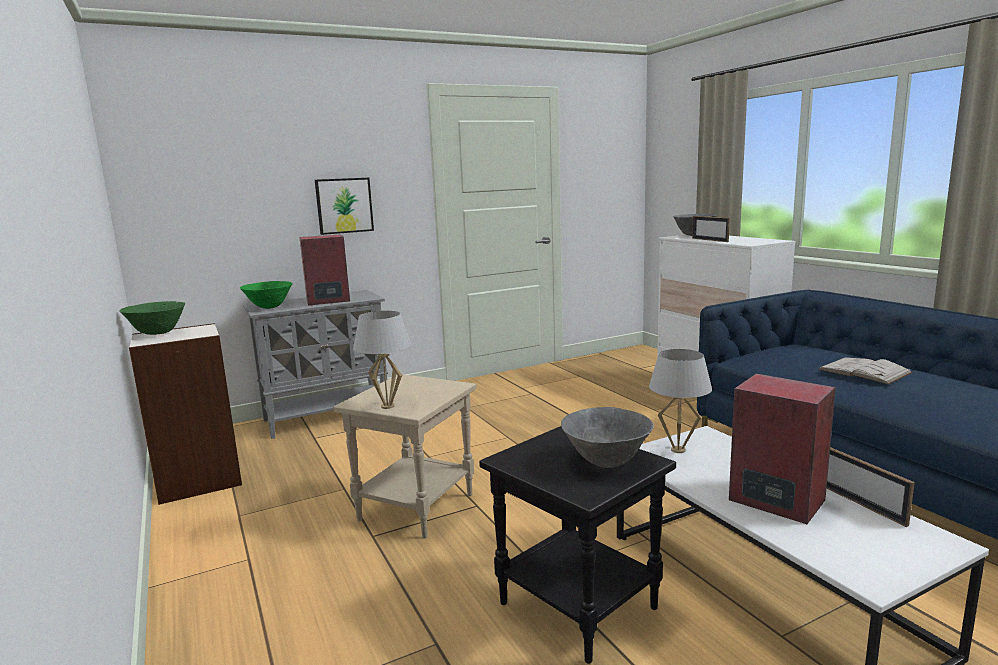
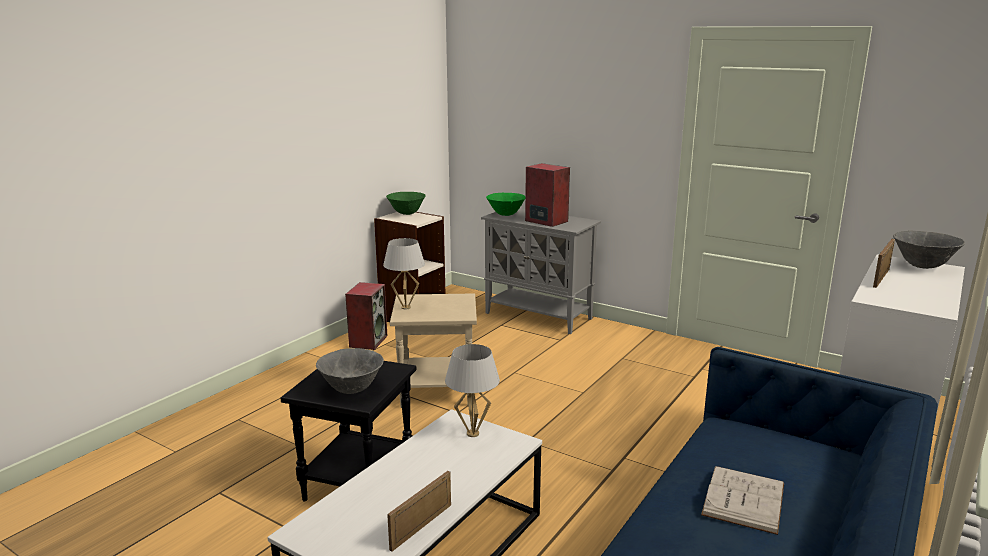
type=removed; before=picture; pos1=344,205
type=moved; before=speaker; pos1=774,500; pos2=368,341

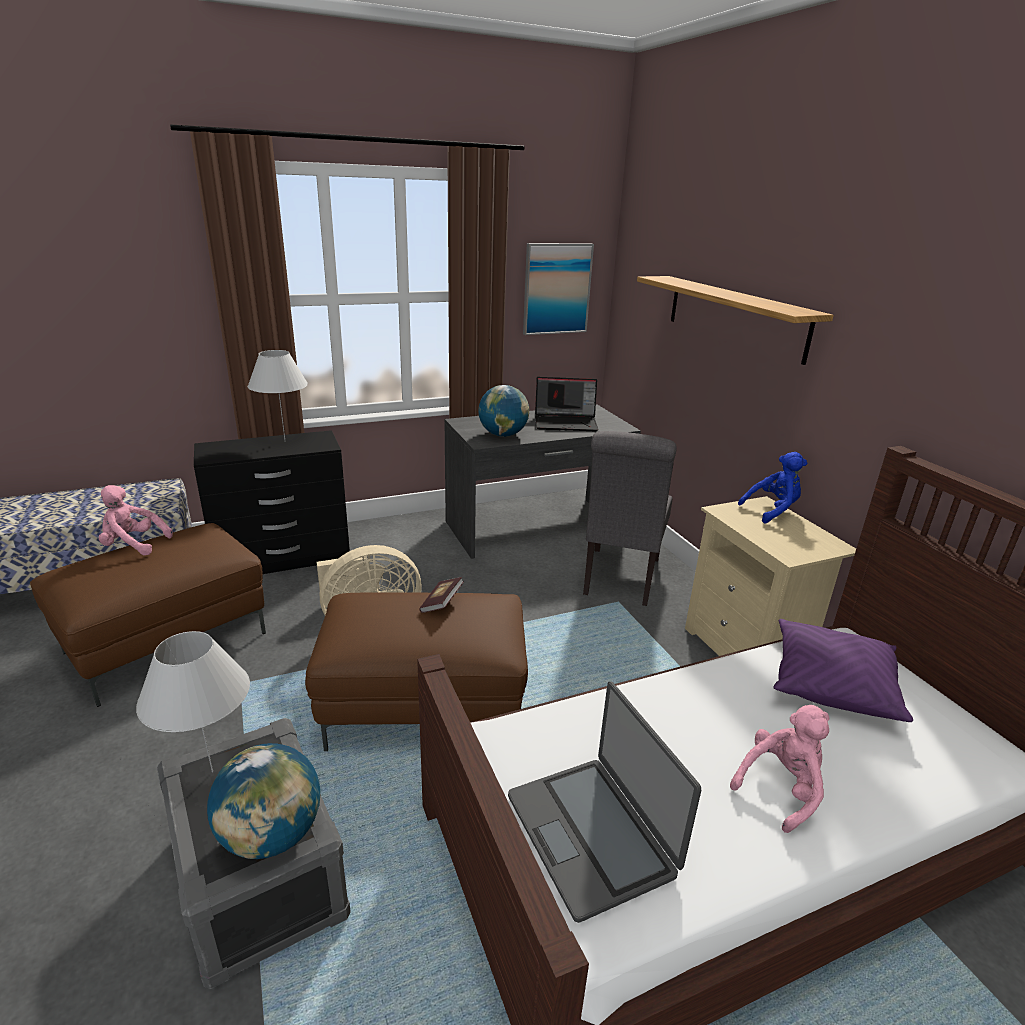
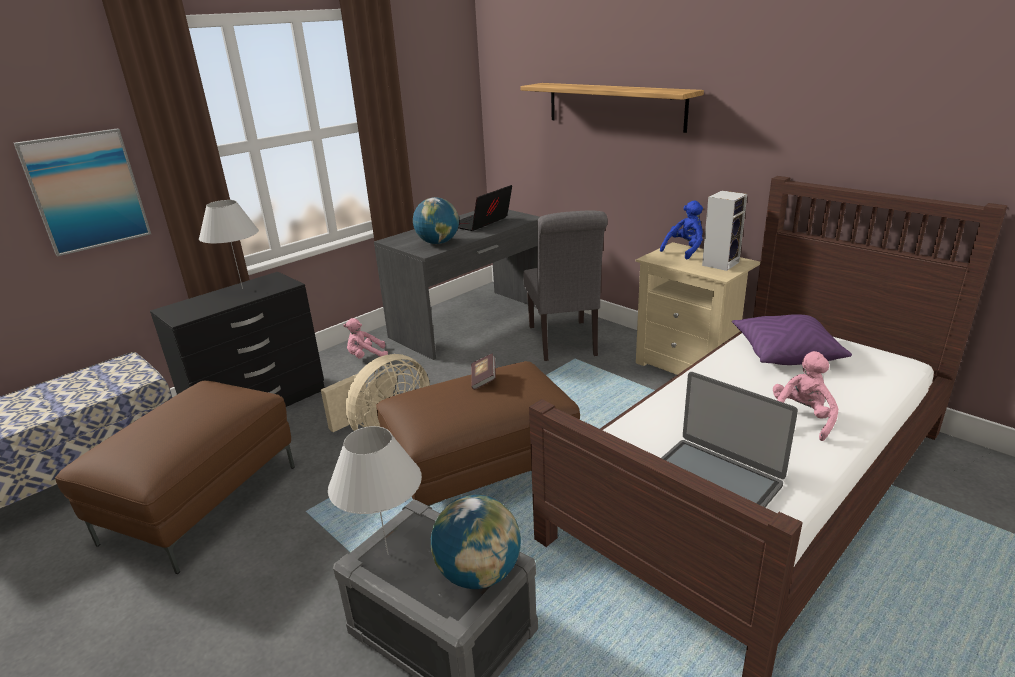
type=moved; before=plush toy in pink; pos1=133,545; pos2=366,357
type=moved; before=picture; pos1=556,289; pos2=86,191
type=turned; before=laptop; pos1=566,422; pos2=480,223; turn=150
type=added; after=speaker; pos2=720,263

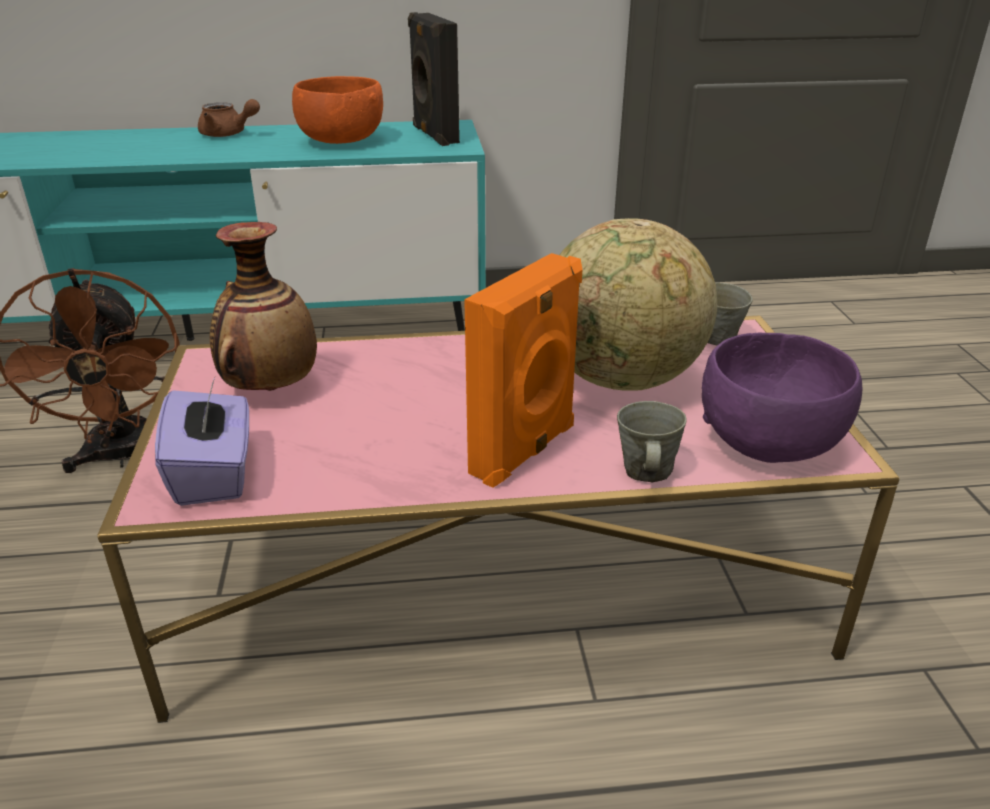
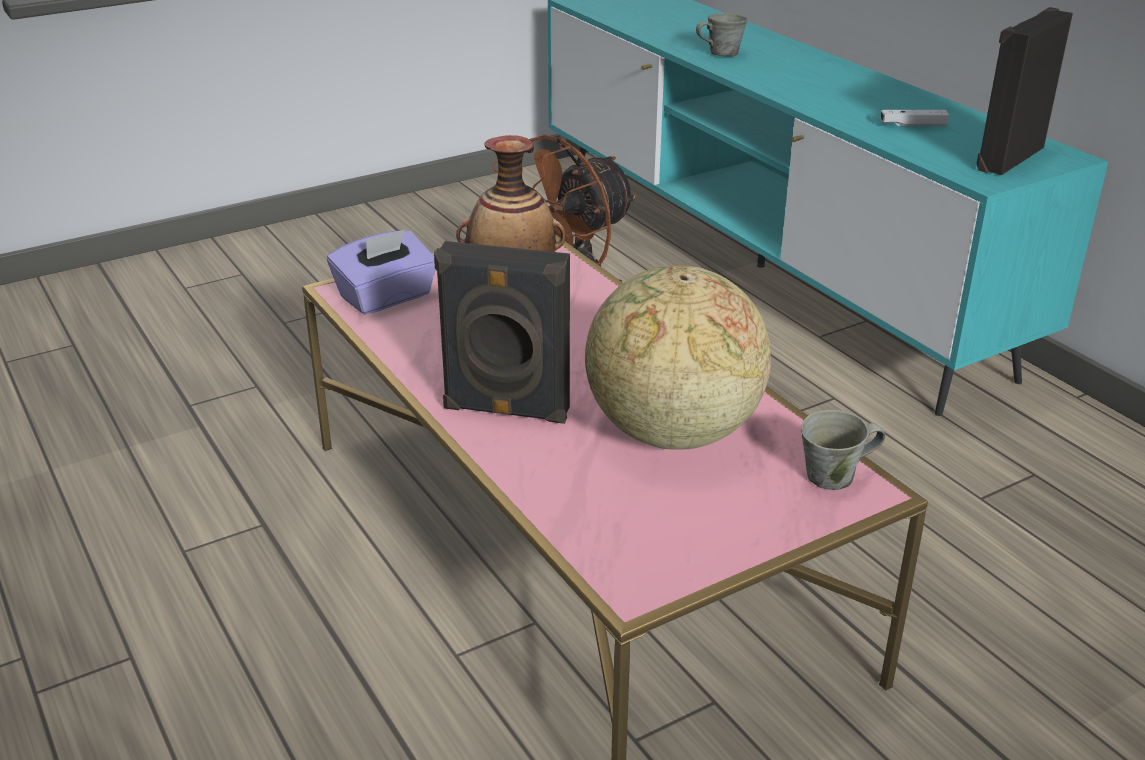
type=removed; before=teapot in brown; pos1=228,134
type=replaced; before=bowl in orange; after=game controller in white; pos1=340,141; pos2=913,125
type=recoloured; before=speaker in orange; after=speaker in black; pos1=525,451; pos2=506,410
type=moved; before=mug in grey; pos1=646,472; pos2=721,53
type=removed; before=bowl in purple; pos1=771,441

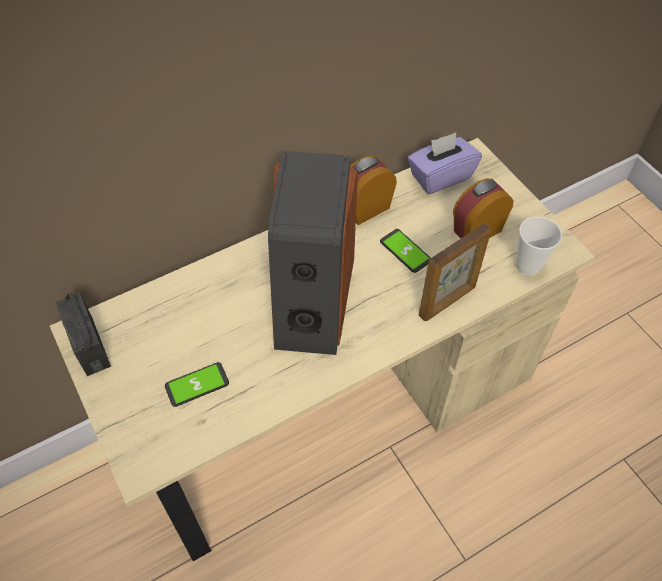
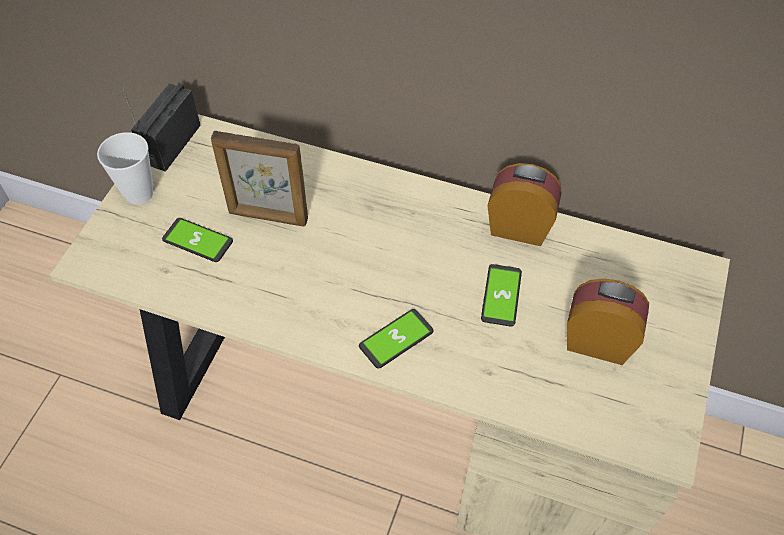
type=removed; before=speaker; pos1=312,300
type=removed; before=tissue box in purple; pos1=440,176
type=moved; before=picture frame; pos1=448,301; pos2=268,217
type=moved; before=cup; pos1=528,266; pos2=139,193
type=added; after=phone; pos2=396,339

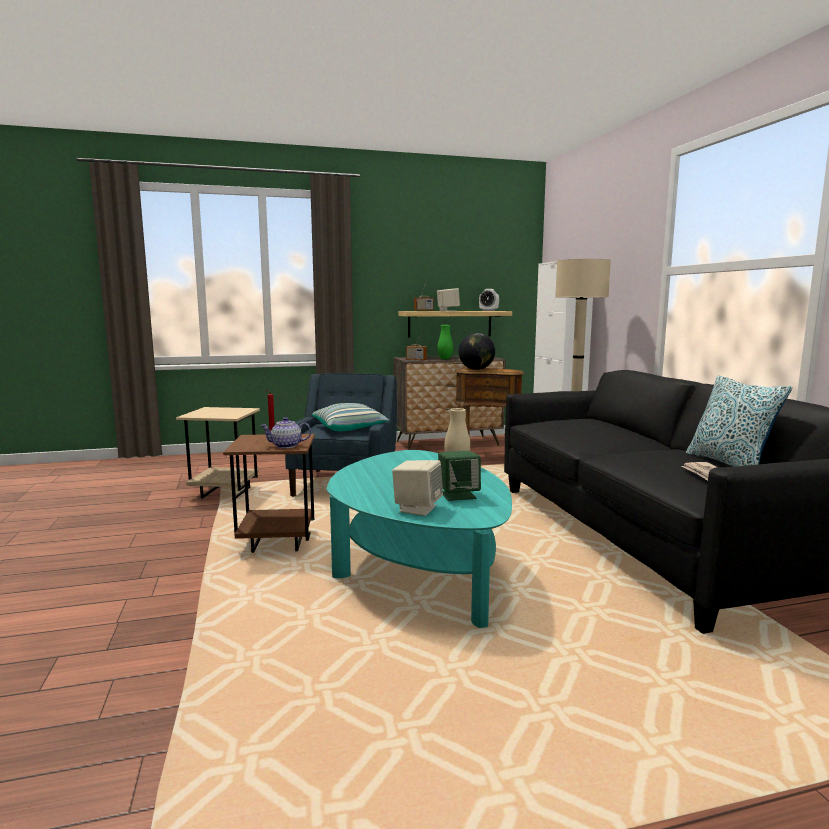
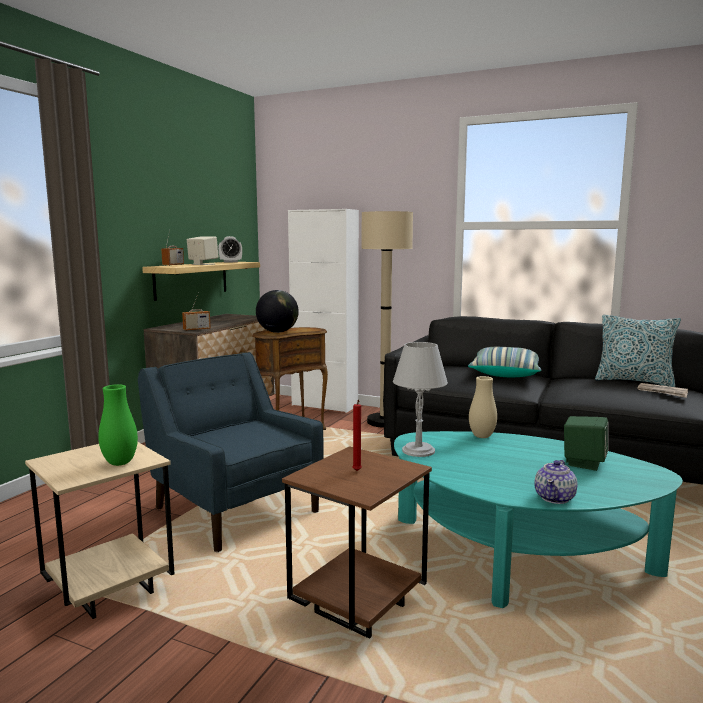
type=moved; before=teapot; pos1=287,446; pos2=555,498
type=moved; before=pillow; pos1=350,428; pos2=505,373
type=removed; before=speaker in beige; pos1=417,508
type=moved; before=vase in green; pos1=445,359; pos2=120,463
type=added; after=table lamp in grey; pos2=418,451

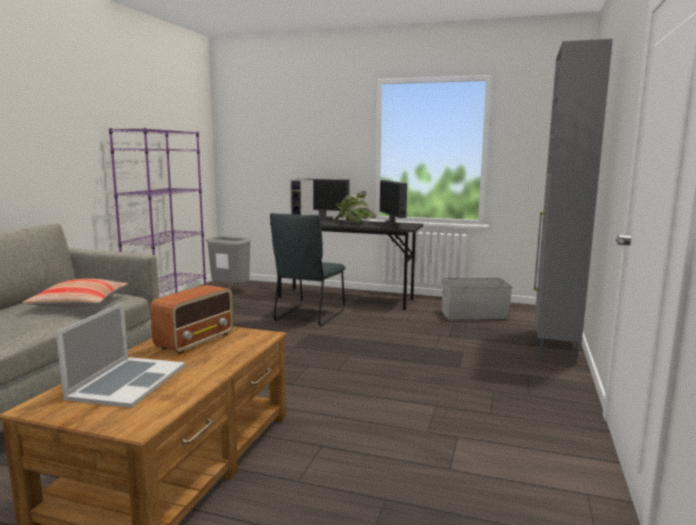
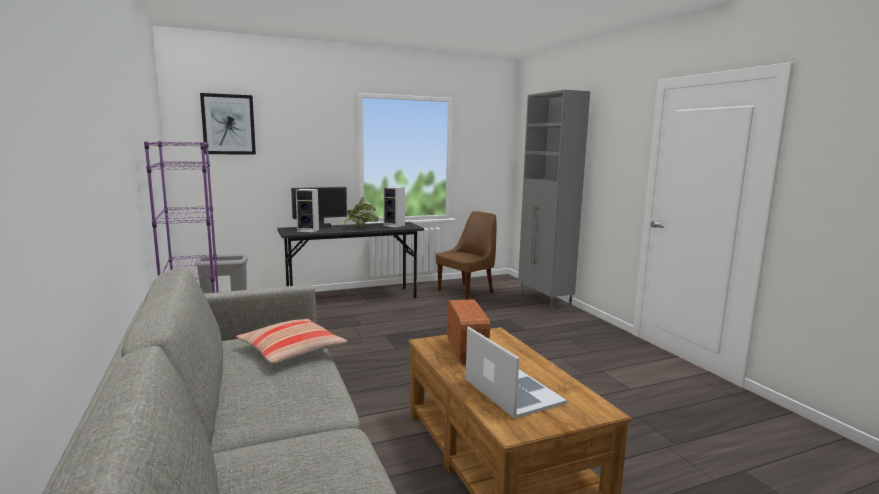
type=removed; before=chair in grey; pos1=308,316
type=replaced; before=monitor; after=speaker; pos1=392,225; pos2=395,226
type=replaced; before=storage box in grey; after=chair in brown; pos1=474,315; pos2=467,291
type=added; after=picture; pos2=228,124

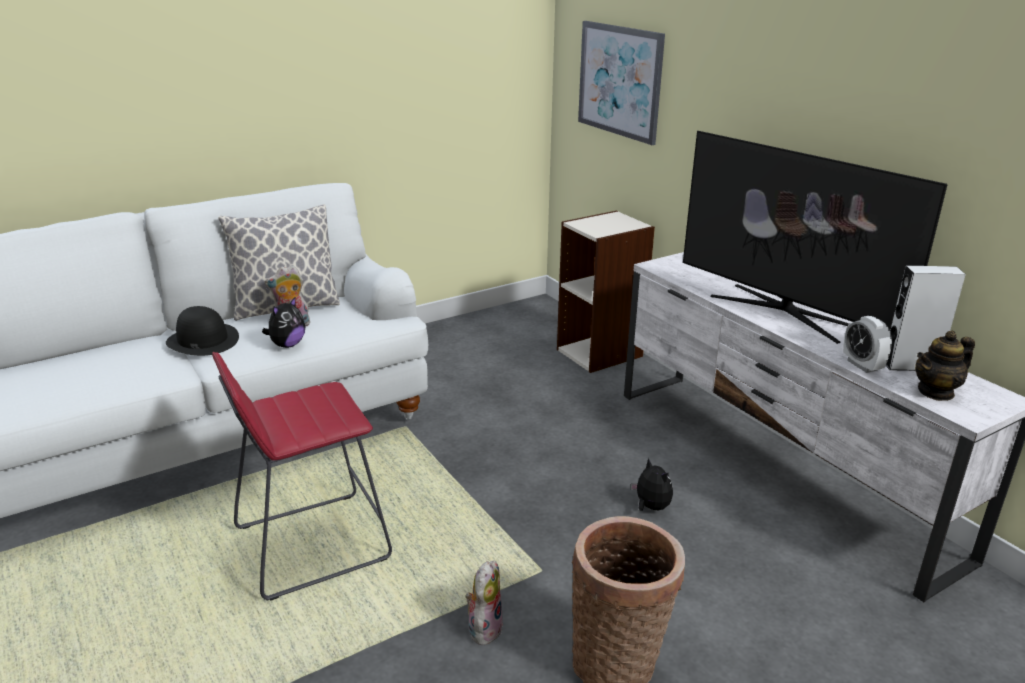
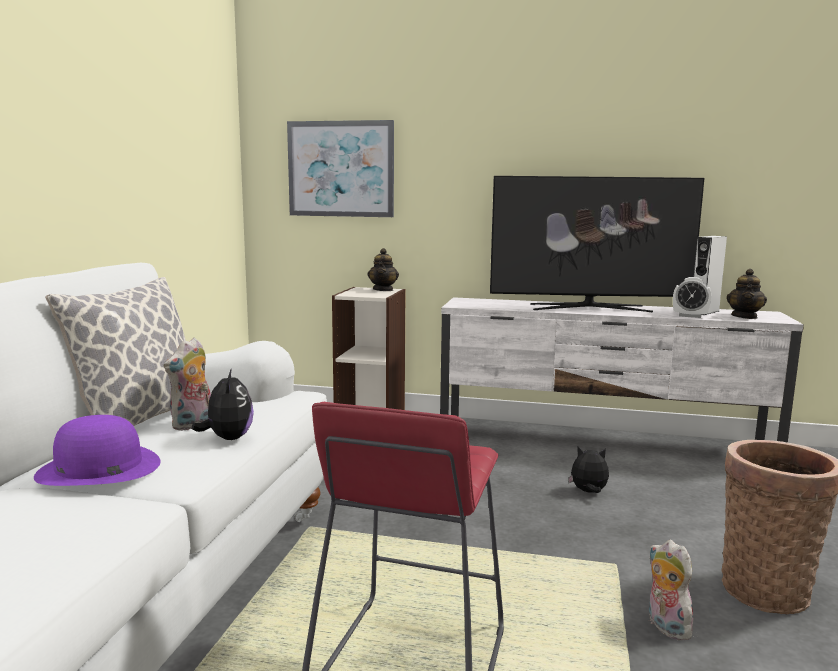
type=recoloured; before=hat in black; after=hat in purple; pos1=202,340; pos2=98,468
type=added; after=teapot; pos2=383,290

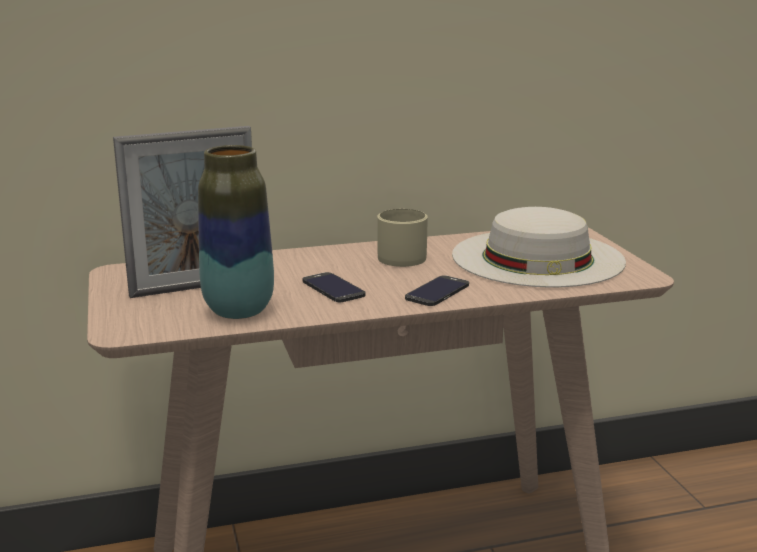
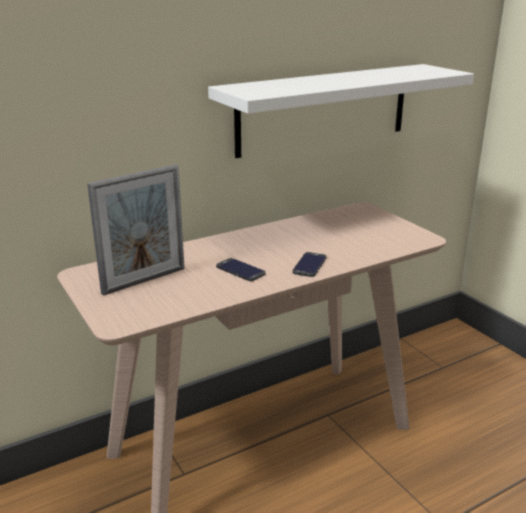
type=removed; before=vase; pos1=239,311
type=removed; before=mug in beige; pos1=403,256
type=removed; before=hat in white; pos1=537,258
type=added; after=shelf in white; pos2=324,109

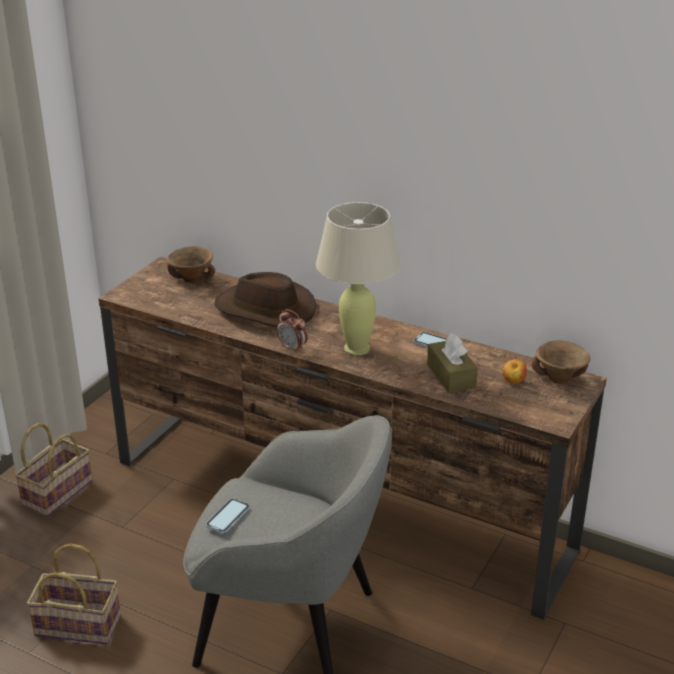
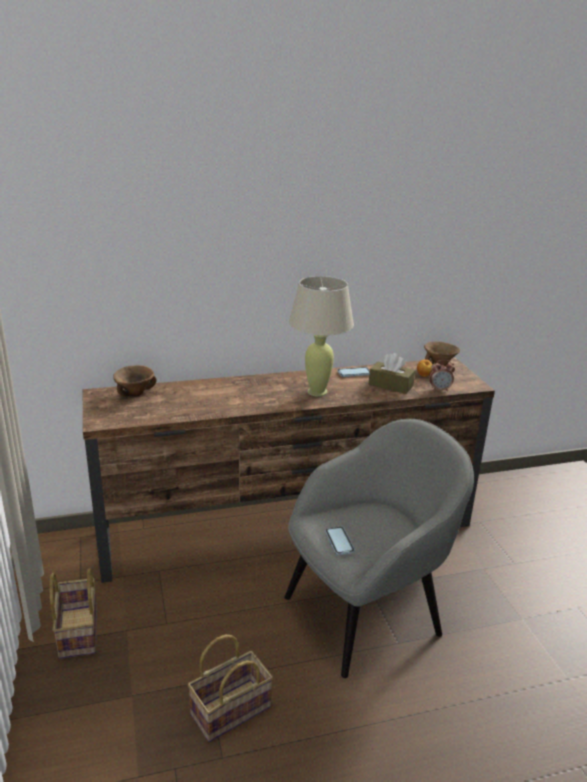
type=removed; before=hat in brown; pos1=265,309
type=moved; before=alarm clock; pos1=292,348; pos2=439,389

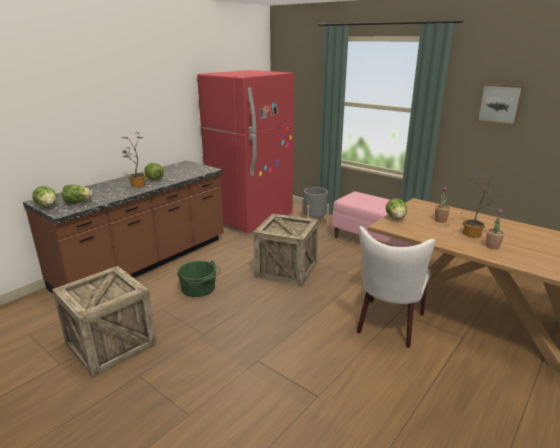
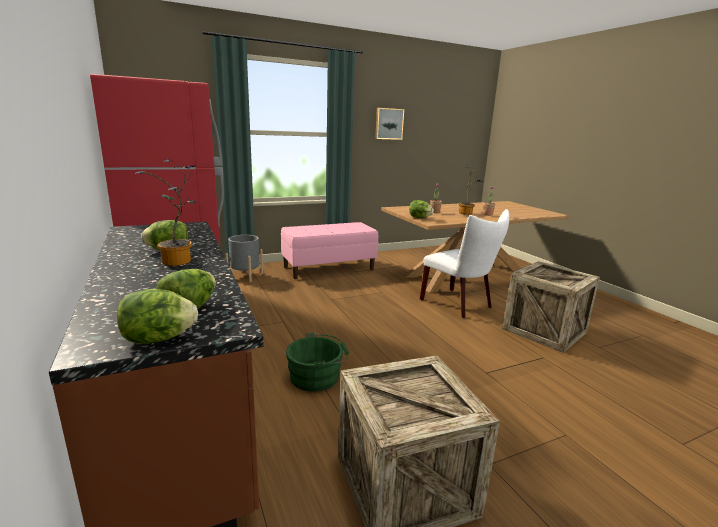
type=moved; before=crate; pos1=286,270; pos2=544,330

